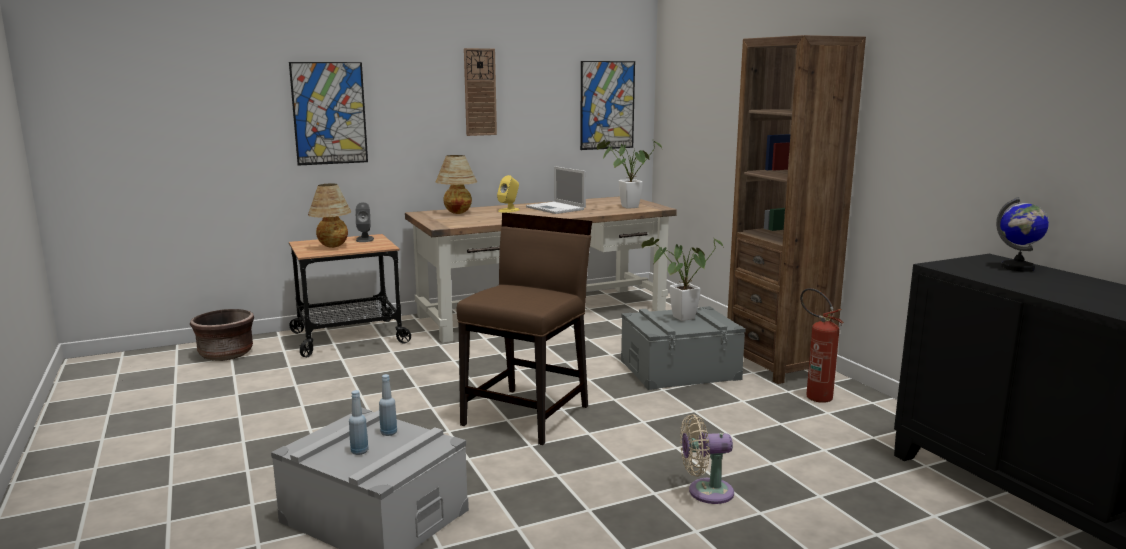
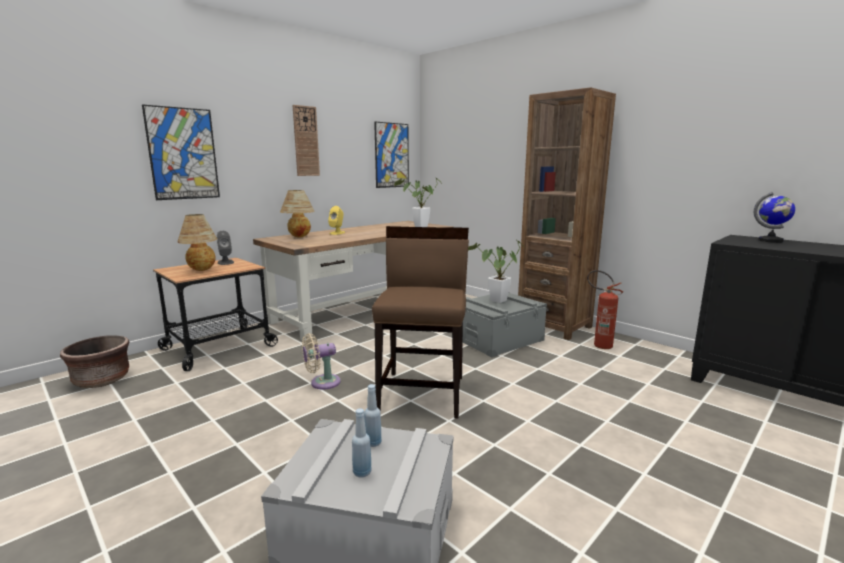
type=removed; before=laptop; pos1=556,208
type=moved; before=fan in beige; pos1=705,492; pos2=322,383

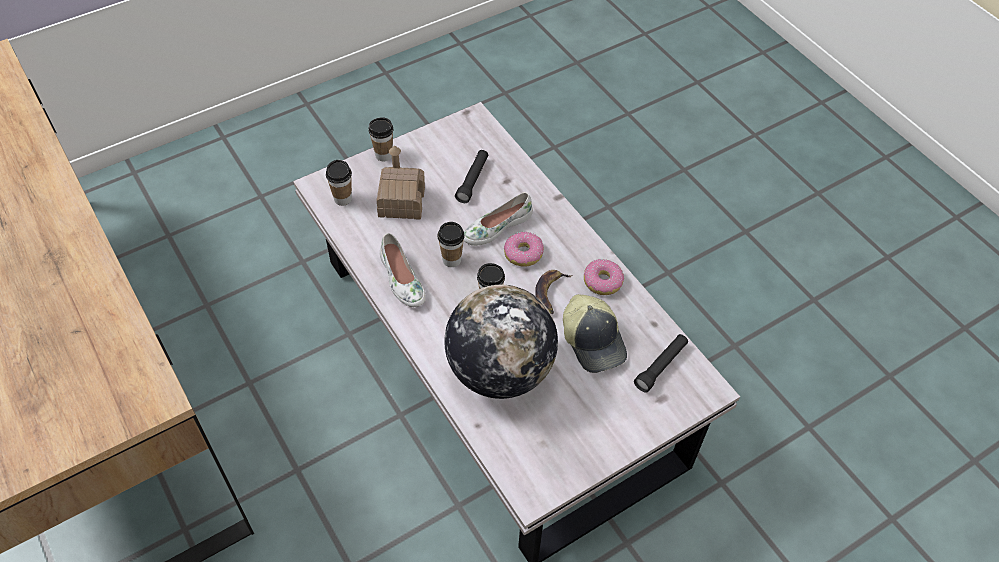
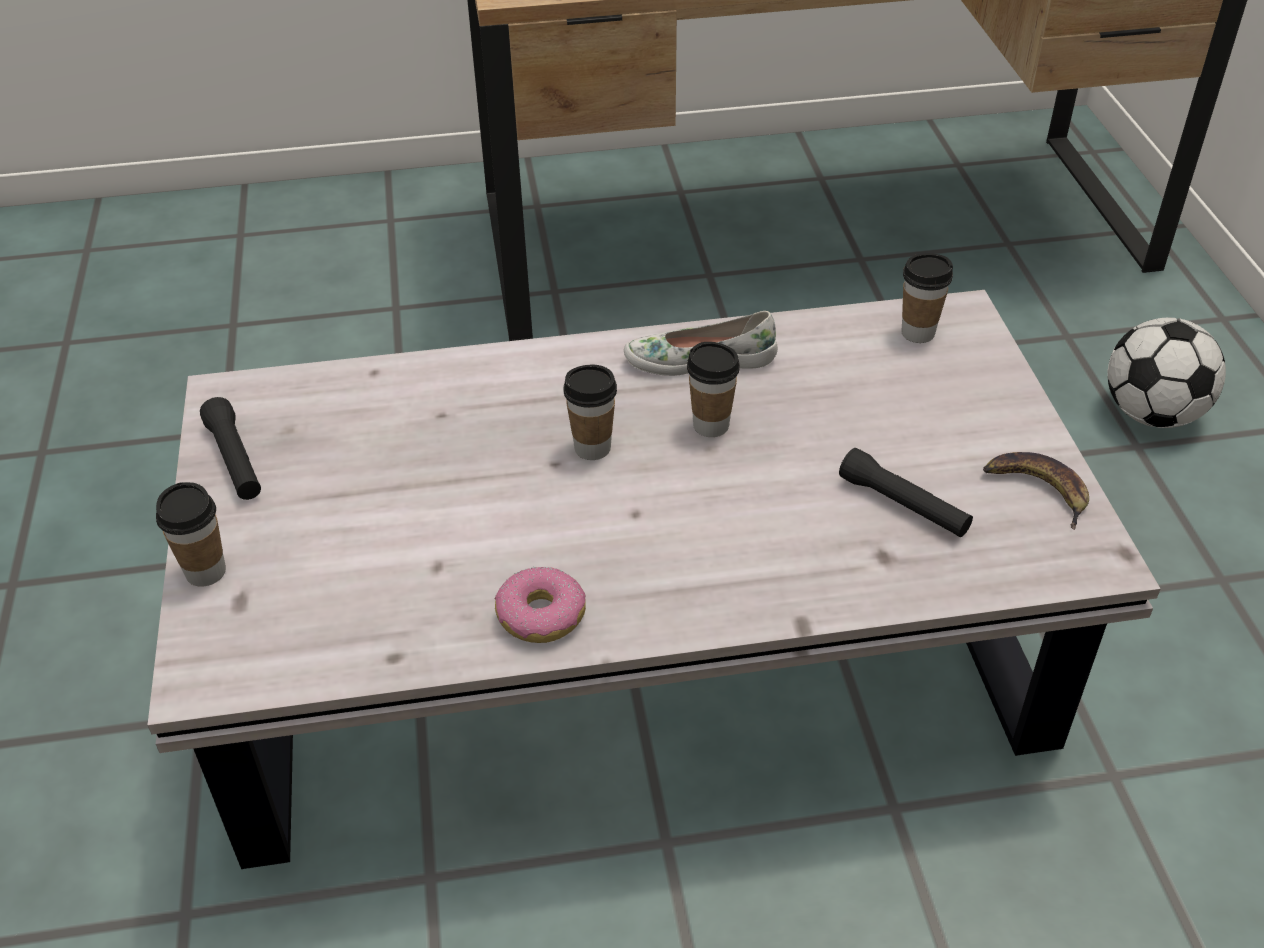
type=moved; before=cup; pos1=383,155; pos2=205,572
type=removed; before=toy house; pos1=401,202
type=removed; before=globe; pos1=499,370
type=removed; before=shoe in white; pos1=496,226
type=removed; before=donut; pos1=523,253
type=moved; before=banana; pos1=550,293; pos2=1037,490
type=removed; before=cap; pos1=594,341
type=moved; before=flashlight in black; pos1=661,366; pos2=235,460
type=added; after=football; pos2=1152,414

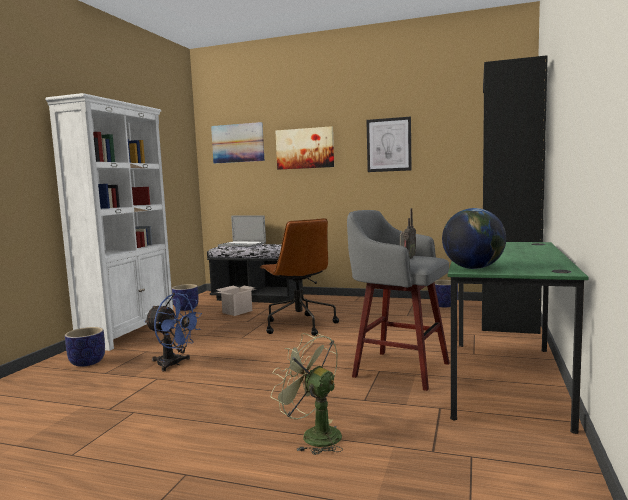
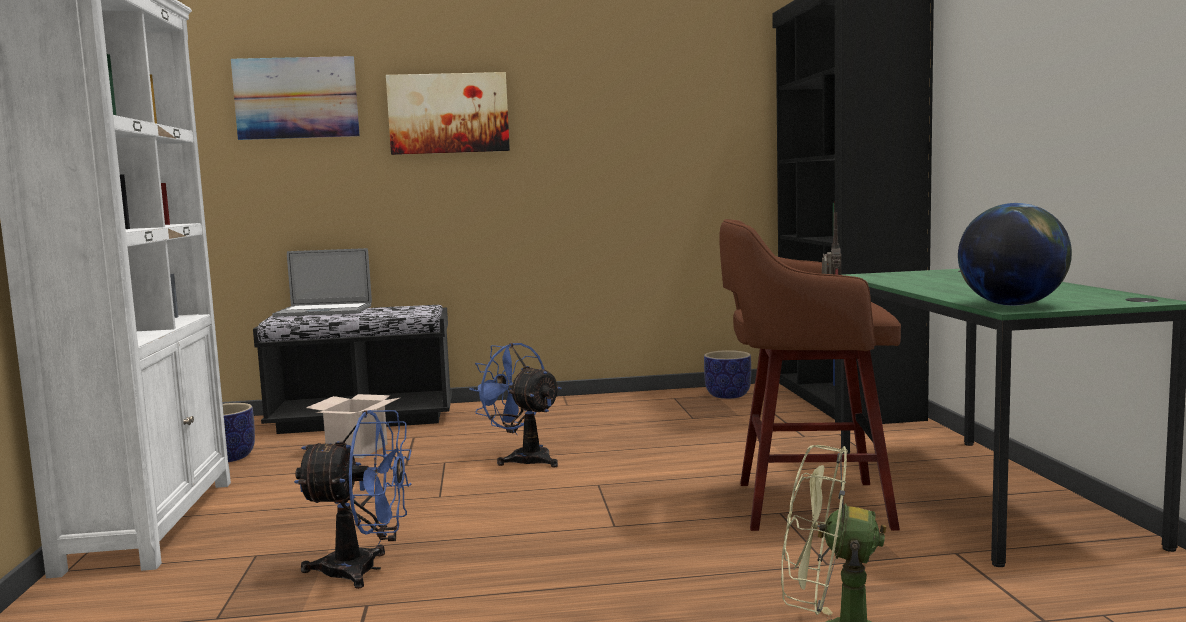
type=removed; before=planter; pos1=87,362
type=replaced; before=office chair in brown; after=fan in blue; pos1=299,325; pos2=523,458
type=recoloured; before=stool in grey; after=stool in brown; pos1=398,369; pos2=806,505
type=removed; before=picture; pos1=389,145

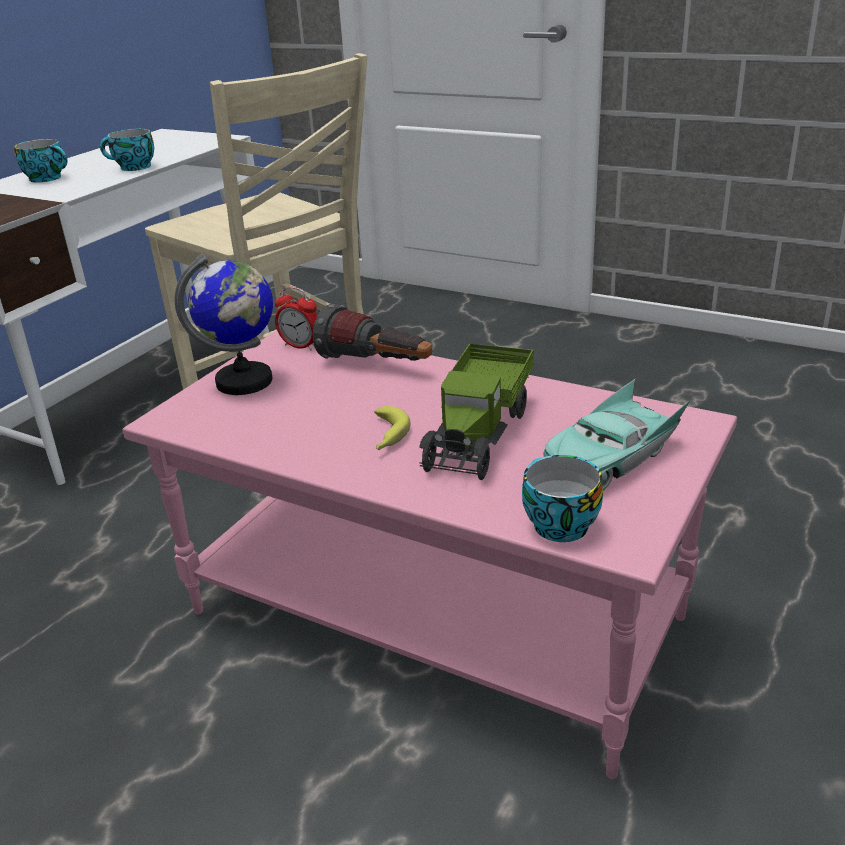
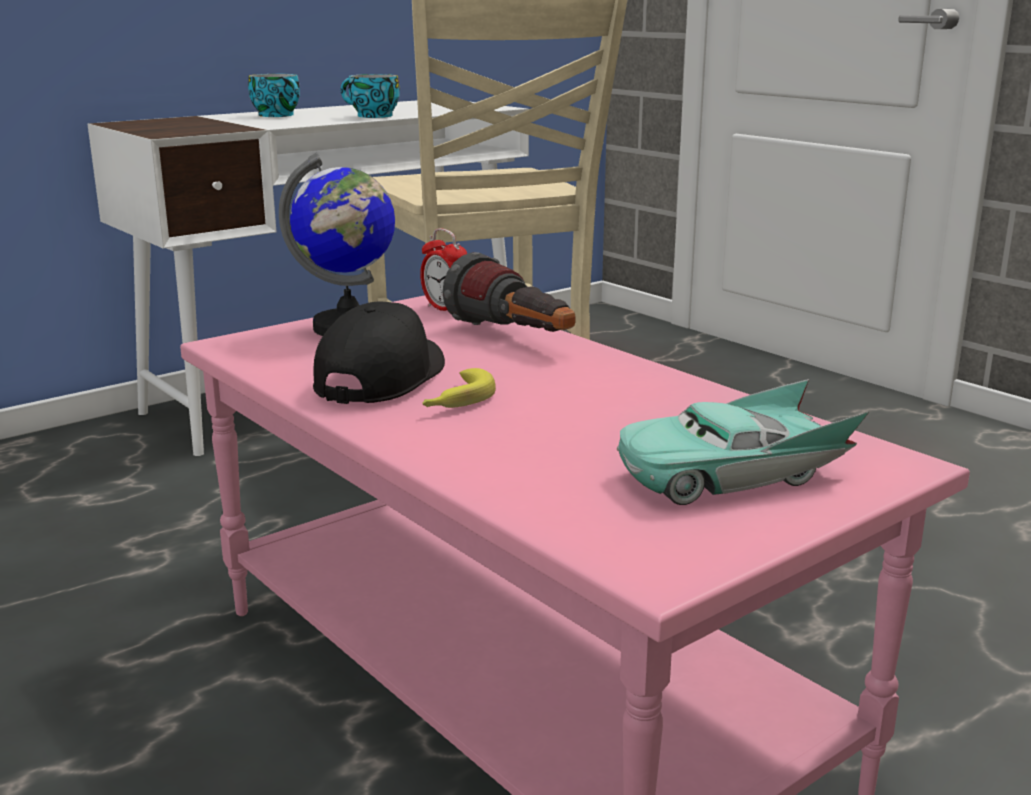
type=removed; before=toy truck; pos1=480,433
type=removed; before=cup; pos1=556,524
type=added; after=cap in black; pos2=381,377

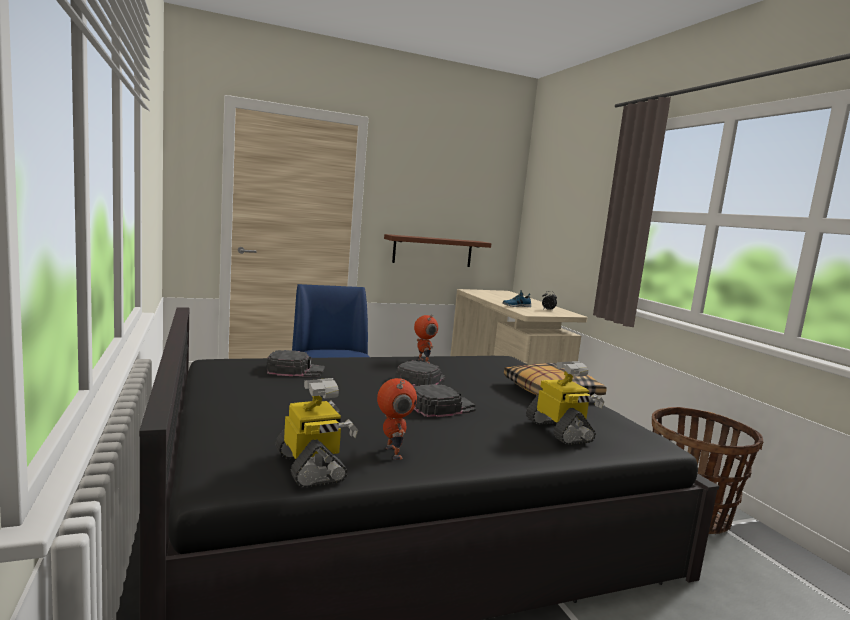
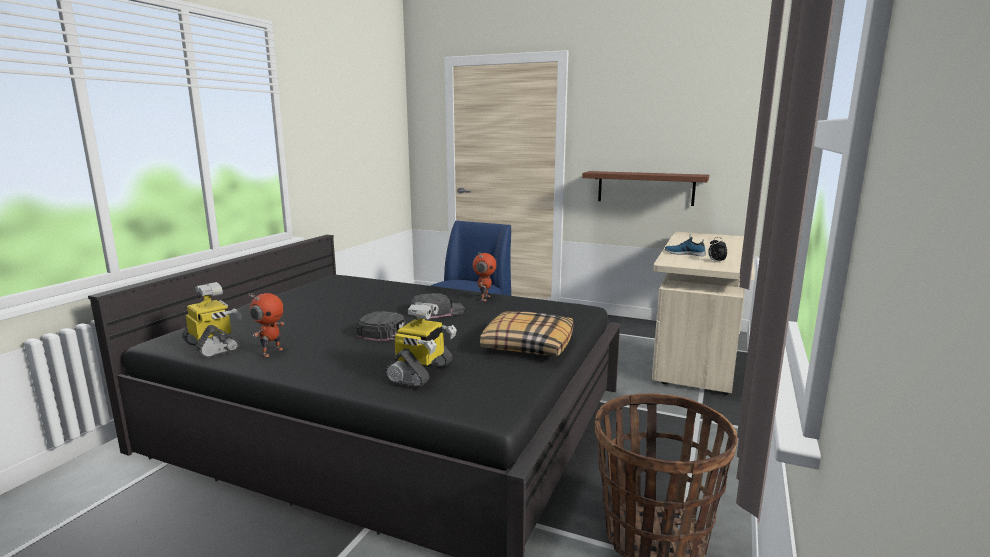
type=removed; before=cap in black; pos1=295,370
type=turned; before=toy robot; pos1=311,467; pos2=213,347; turn=-60

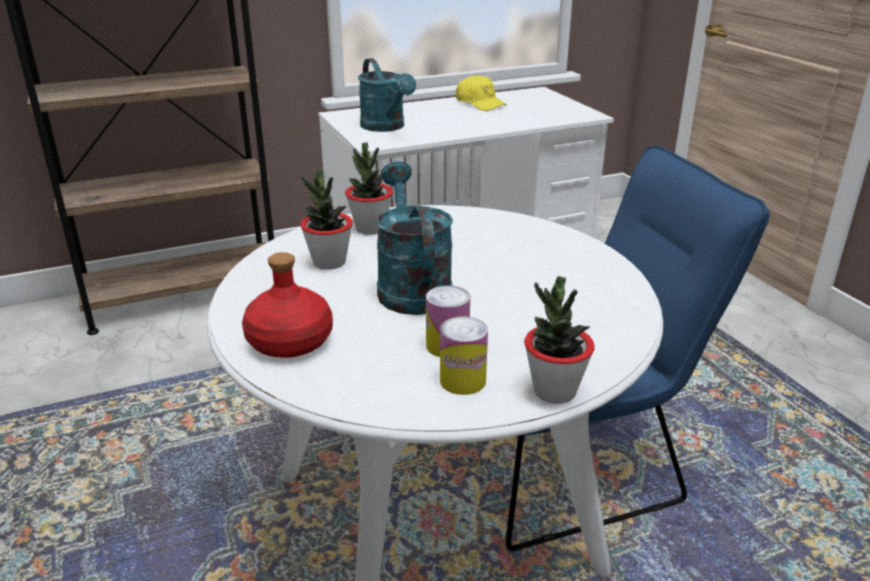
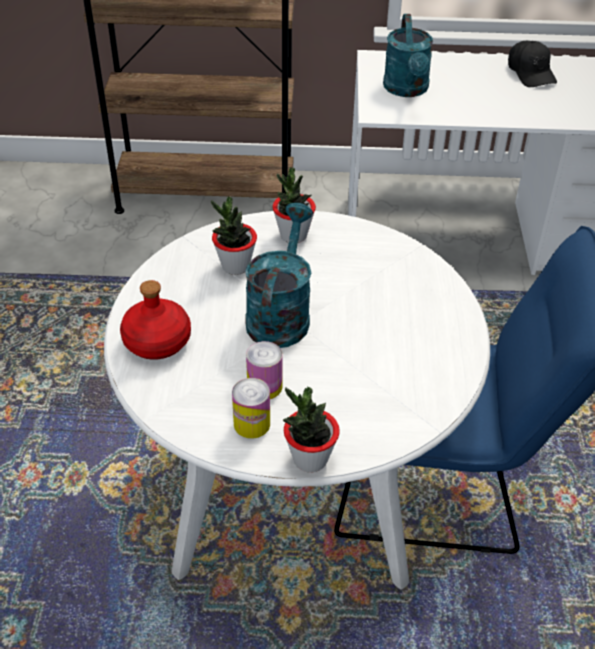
type=recoloured; before=cap in yellow; after=cap in black; pos1=480,103; pos2=530,73

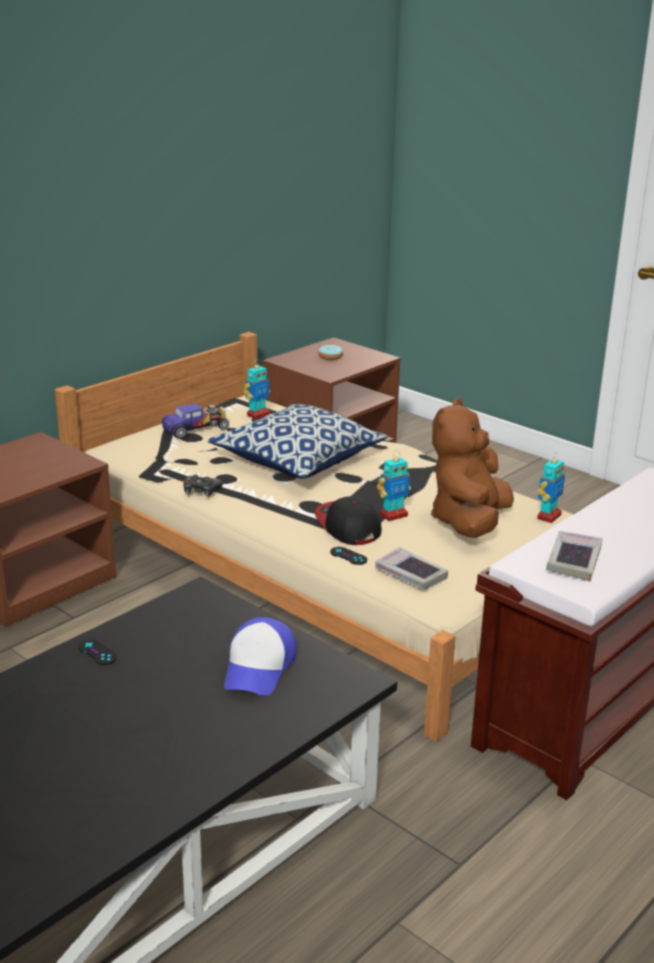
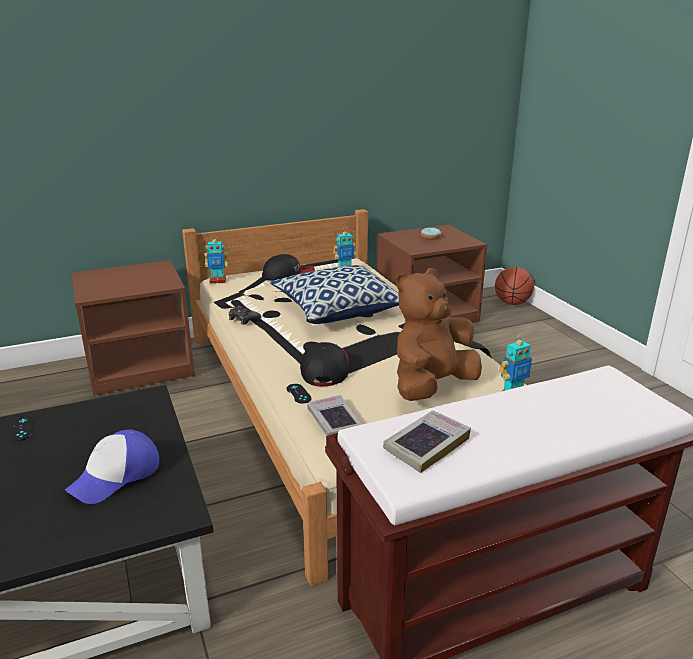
type=replaced; before=toy car; after=cap; pos1=196,429; pos2=288,275
type=moved; before=toy robot; pos1=393,515; pos2=218,281
type=added; after=basketball; pos2=512,303

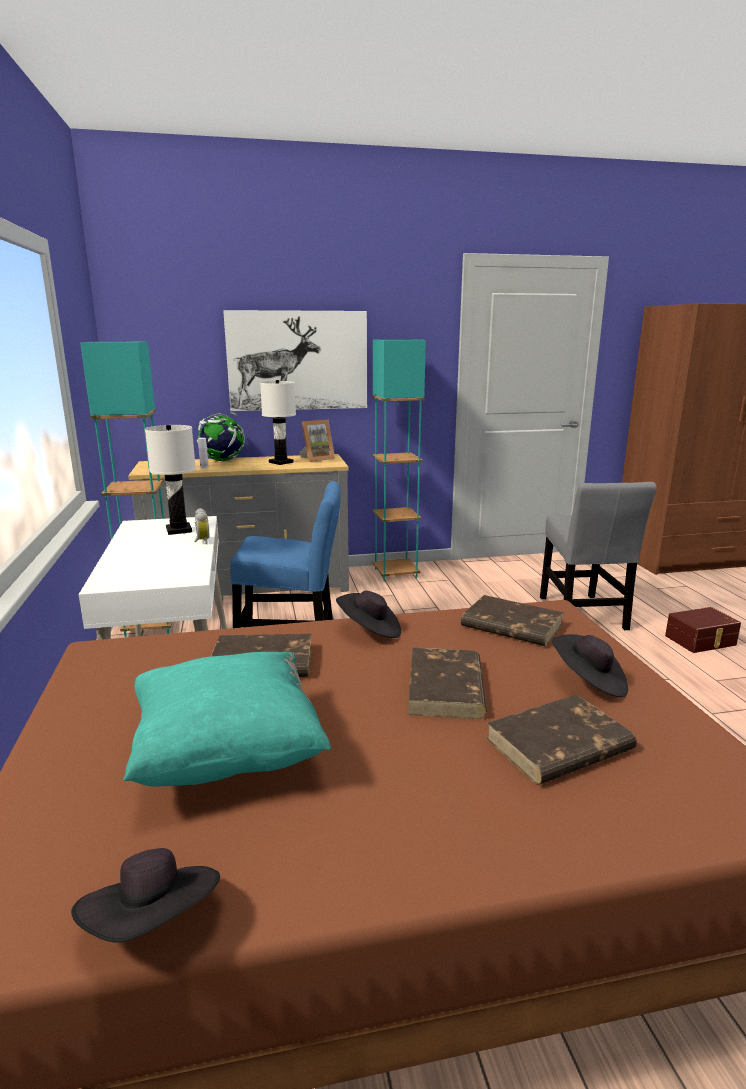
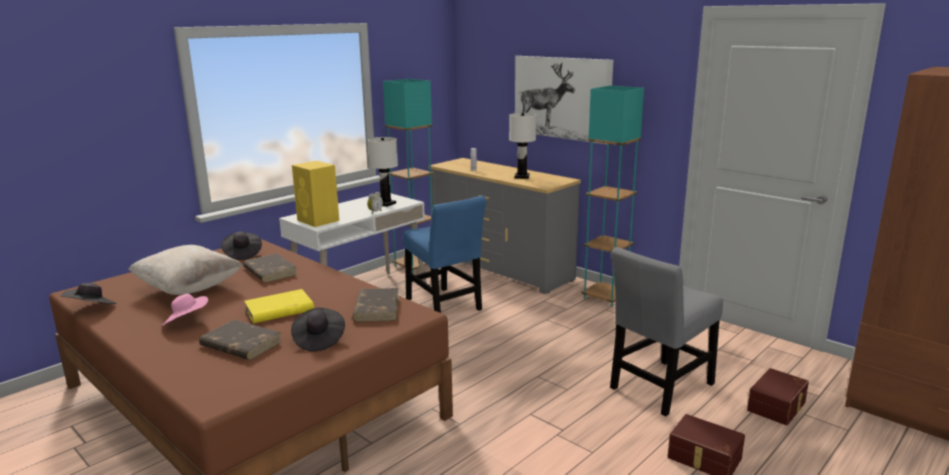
type=recoloured; before=pillow in turquoise; after=pillow in beige; pos1=227,754; pos2=189,289
type=removed; before=globe; pos1=222,460
type=removed; before=picture frame; pos1=317,459
type=moved; before=hat in black; pos1=370,630; pos2=242,254
type=recoloured; before=book in brown; after=book in yellow; pos1=446,688; pos2=278,310
type=added; after=hat in pink; pos2=187,321
type=added; after=speaker in yellow; pos2=318,220
type=added; after=storage box in brown; pos2=778,407

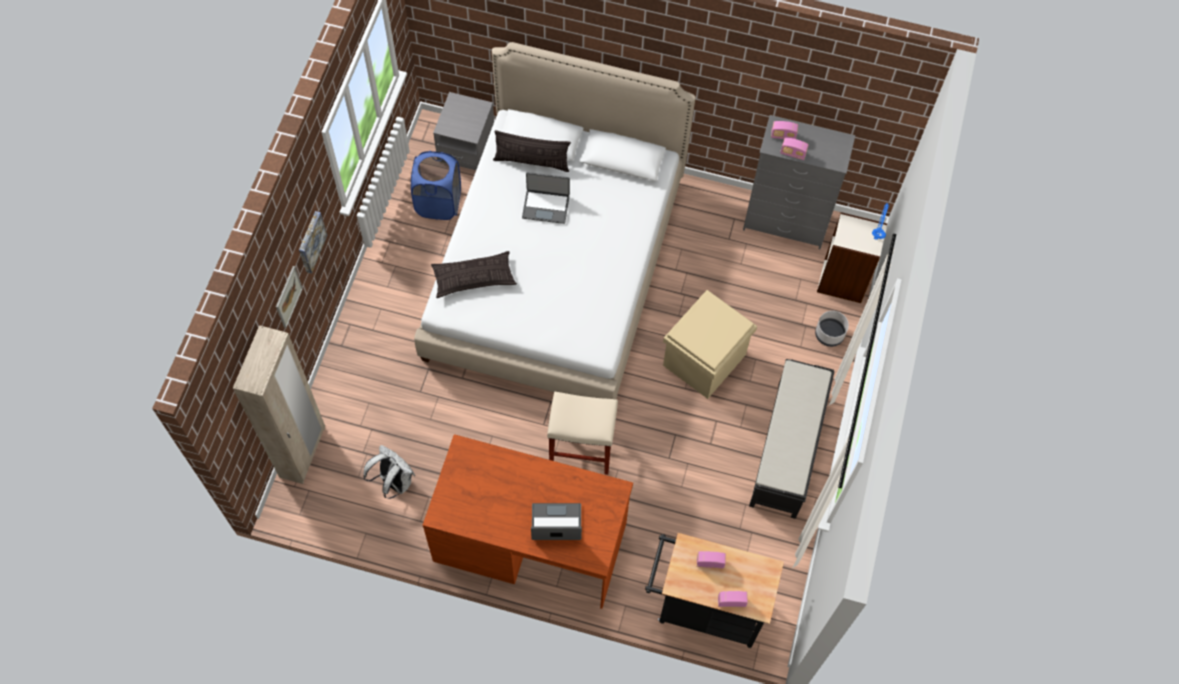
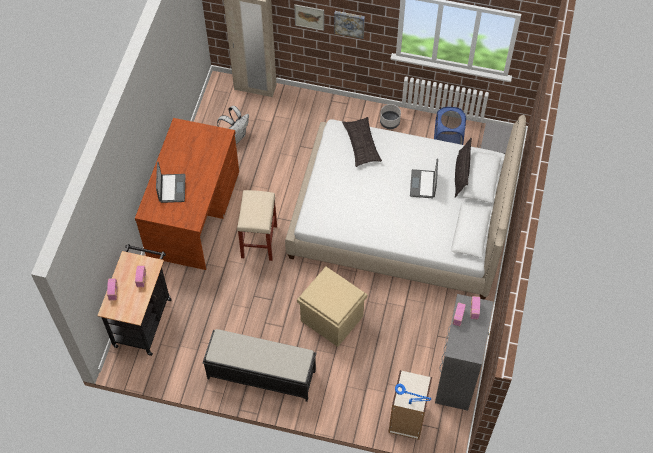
type=moved; before=planter in grey; pos1=829,334; pos2=390,122

